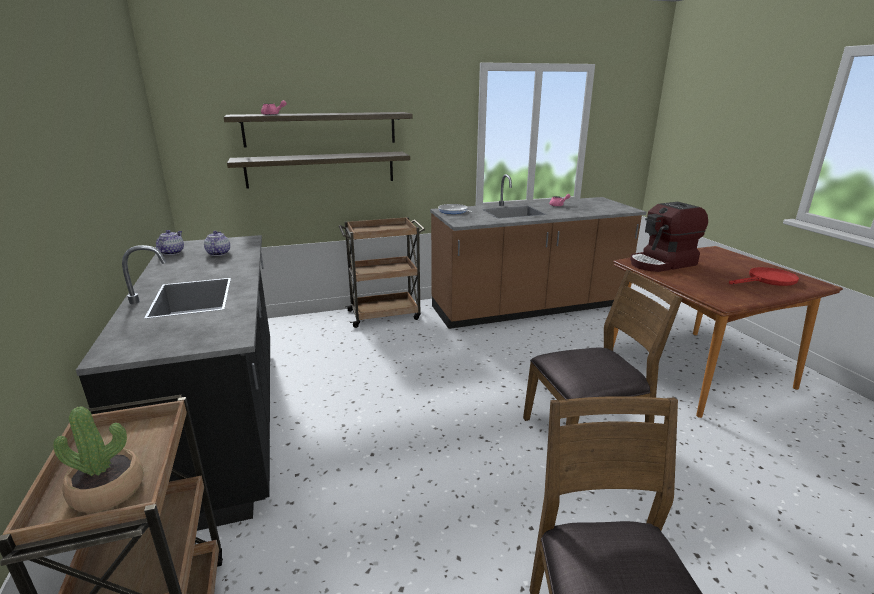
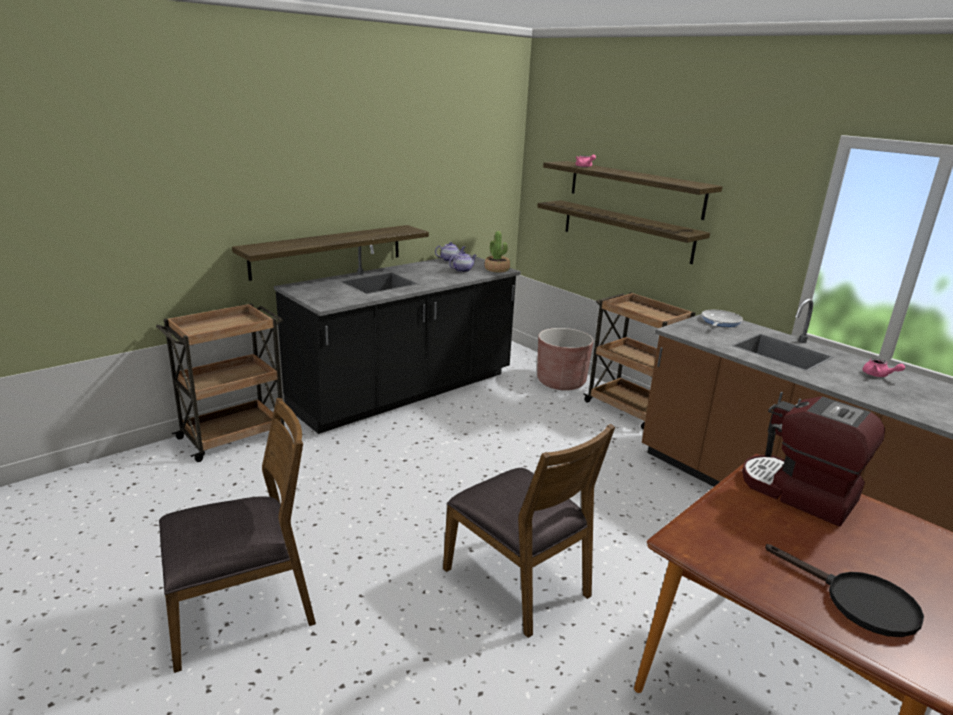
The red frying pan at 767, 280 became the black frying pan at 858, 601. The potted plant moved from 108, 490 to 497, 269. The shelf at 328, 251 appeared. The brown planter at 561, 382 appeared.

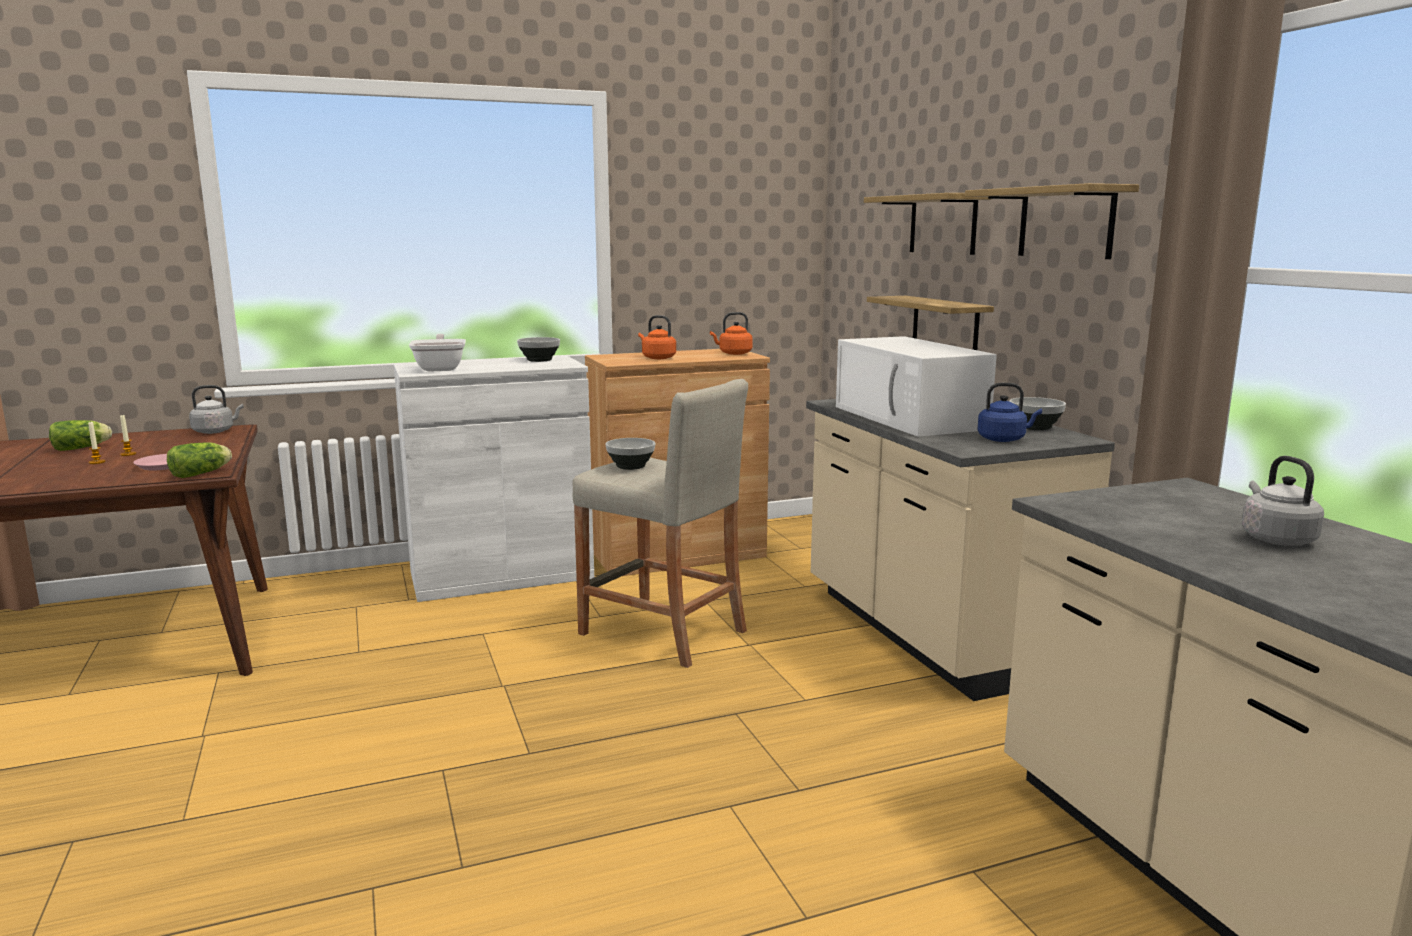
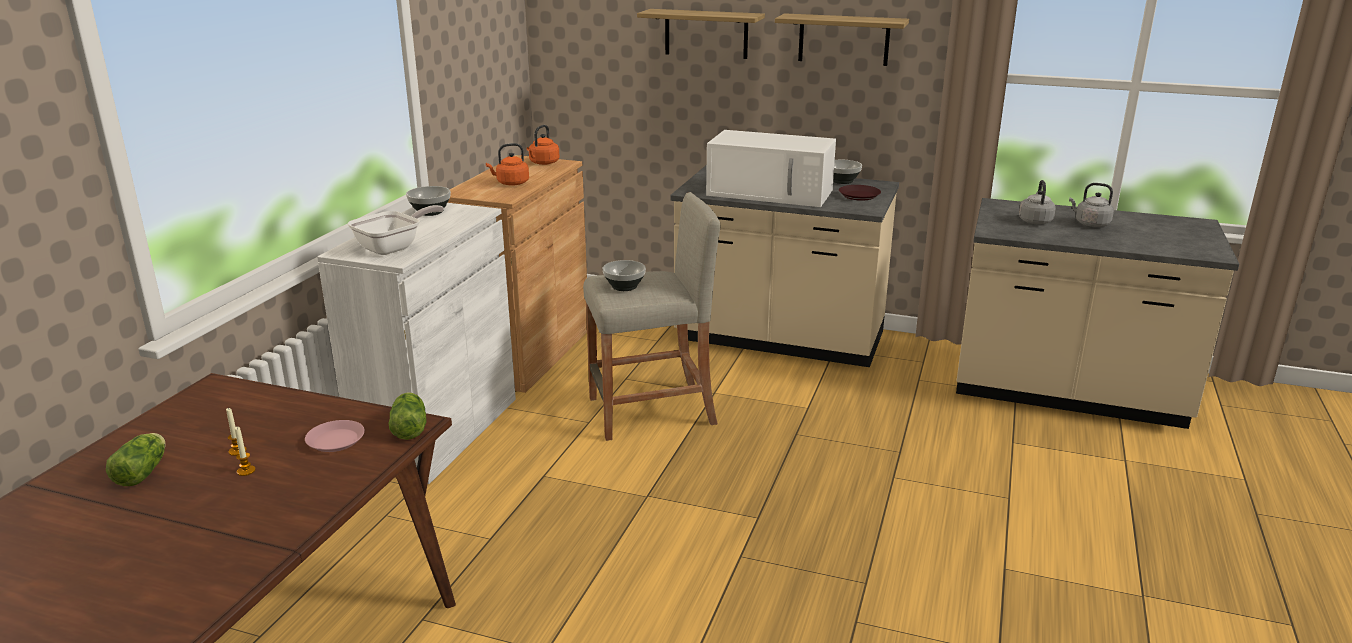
The shelf at 945, 328 disappeared. The frying pan at 440, 368 turned 105 degrees clockwise. The blue kettle at 1004, 439 was replaced by the brown plate at 859, 196. The grey kettle moved from 216, 431 to 1035, 221.

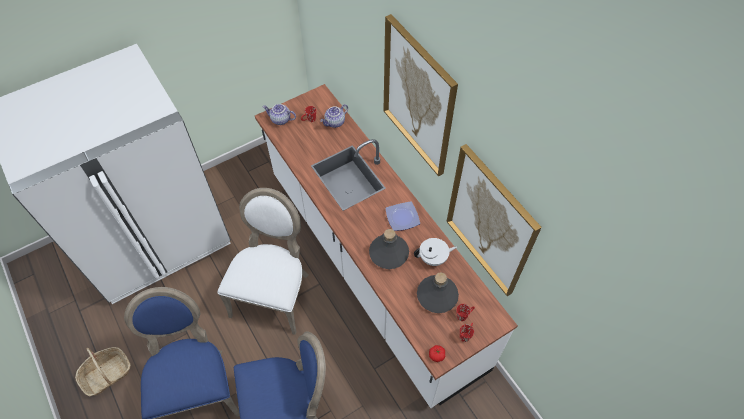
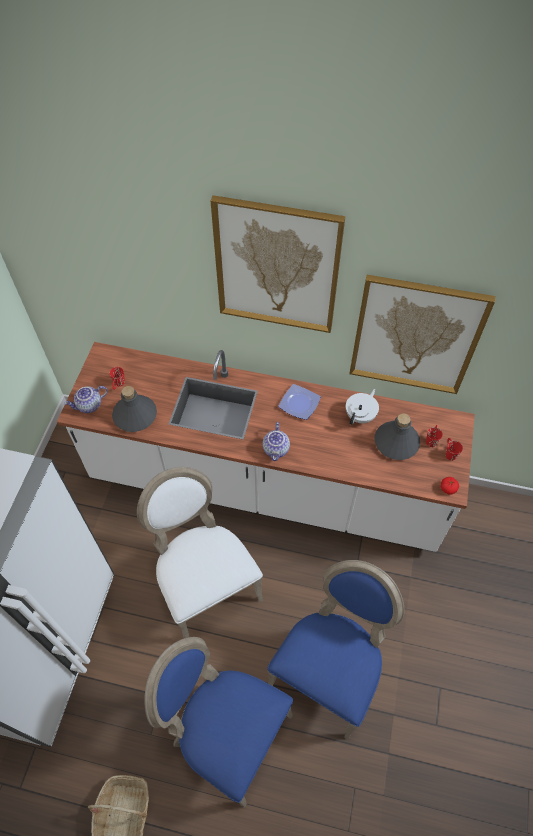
The teapot moved from 335, 123 to 276, 449. The grey bottle moved from 388, 253 to 135, 416.

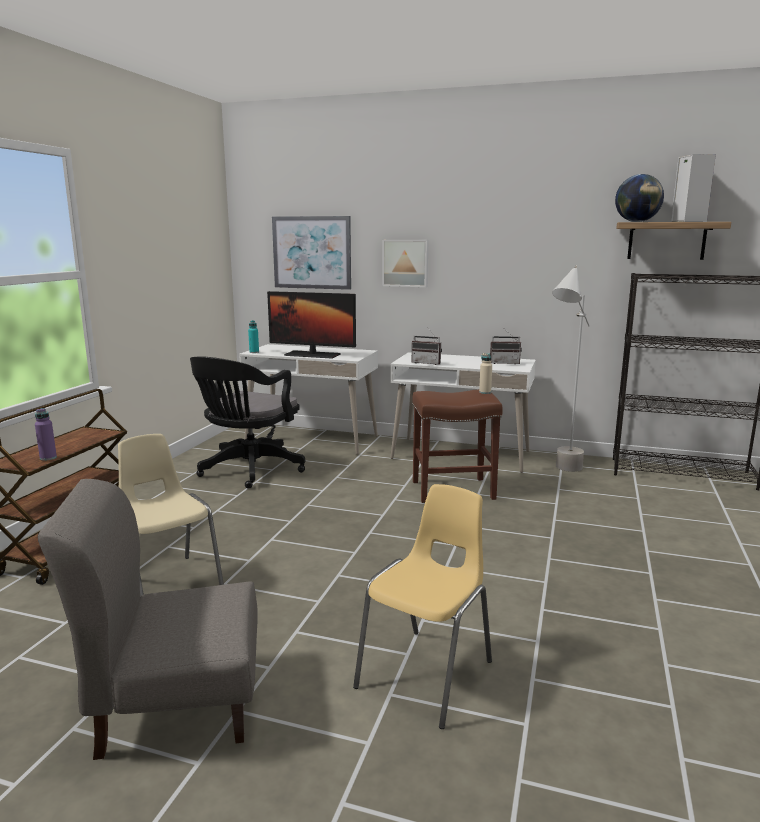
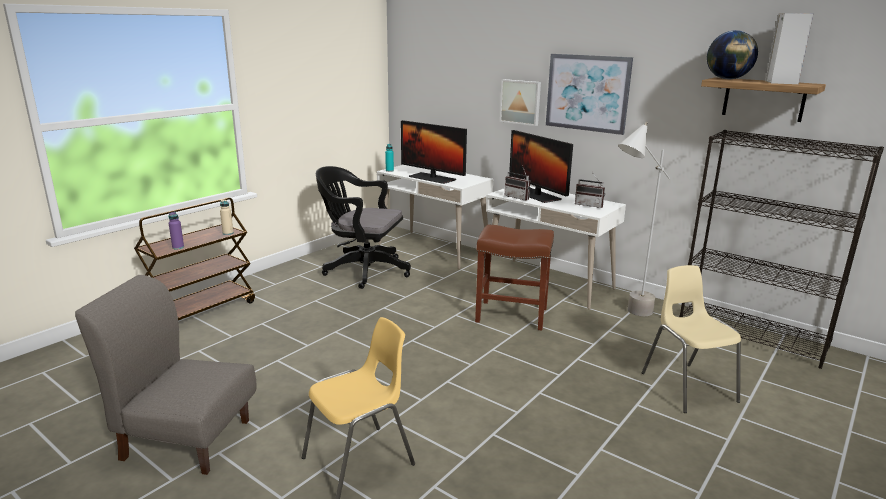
The picture moved from 312, 252 to 587, 93. The beige bottle moved from 485, 392 to 228, 233. The black office chair at 248, 470 turned 60 degrees clockwise. The beige chair moved from 169, 584 to 687, 387. The monitor at 536, 195 appeared.

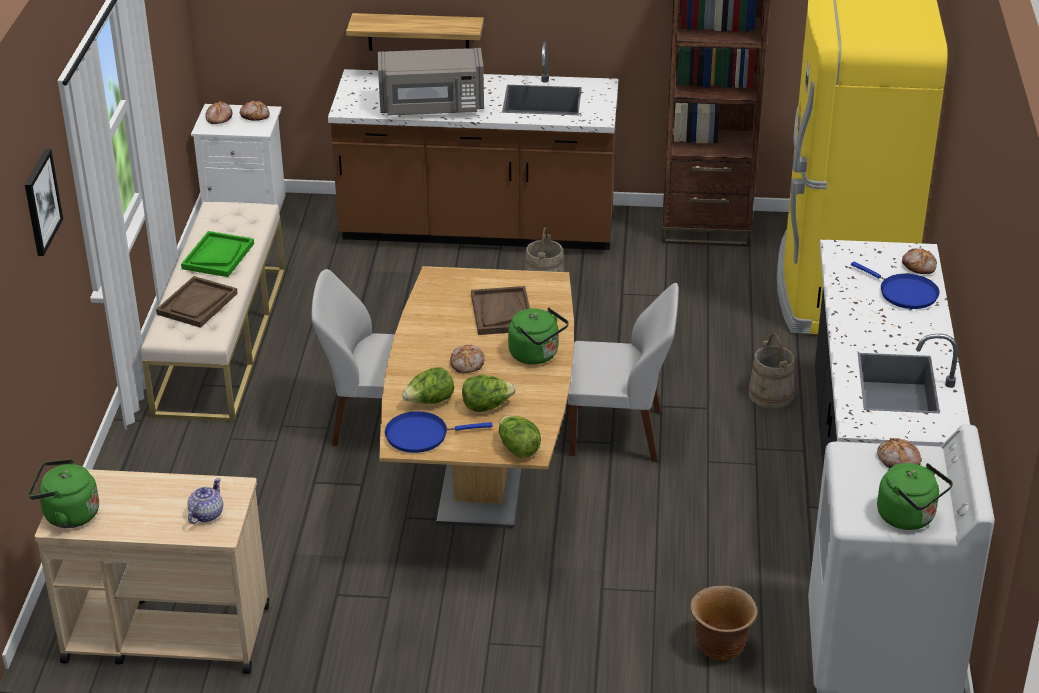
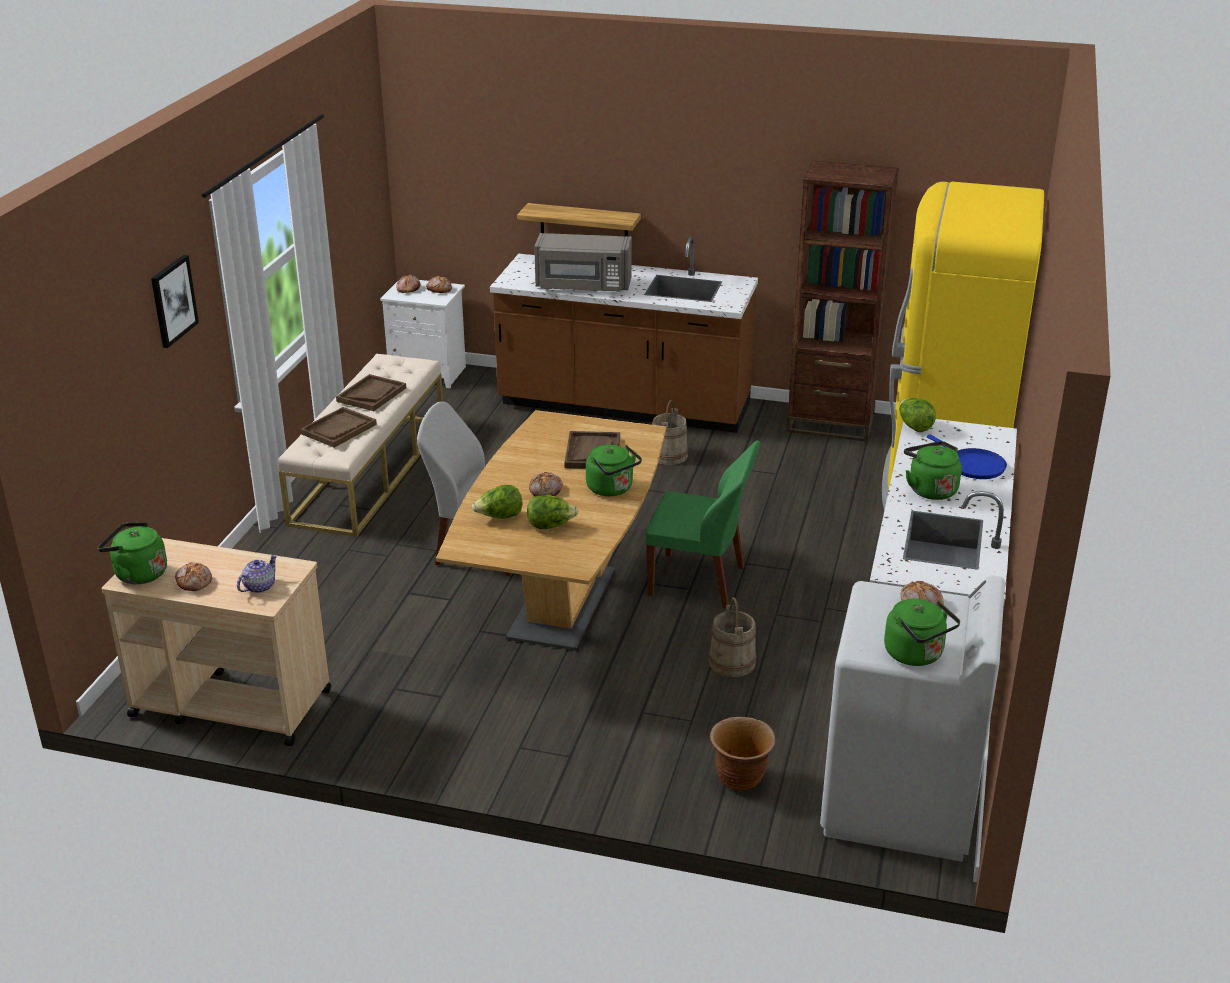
The green tray at 218, 256 became the brown tray at 371, 394. The bread moved from 919, 266 to 195, 582. The white chair at 619, 433 became the green chair at 699, 582. The beige bucket moved from 771, 395 to 732, 662. The blue frying pan at 421, 435 disappeared. The lettuce moved from 518, 449 to 914, 427. The green kettle at 930, 489 appeared.

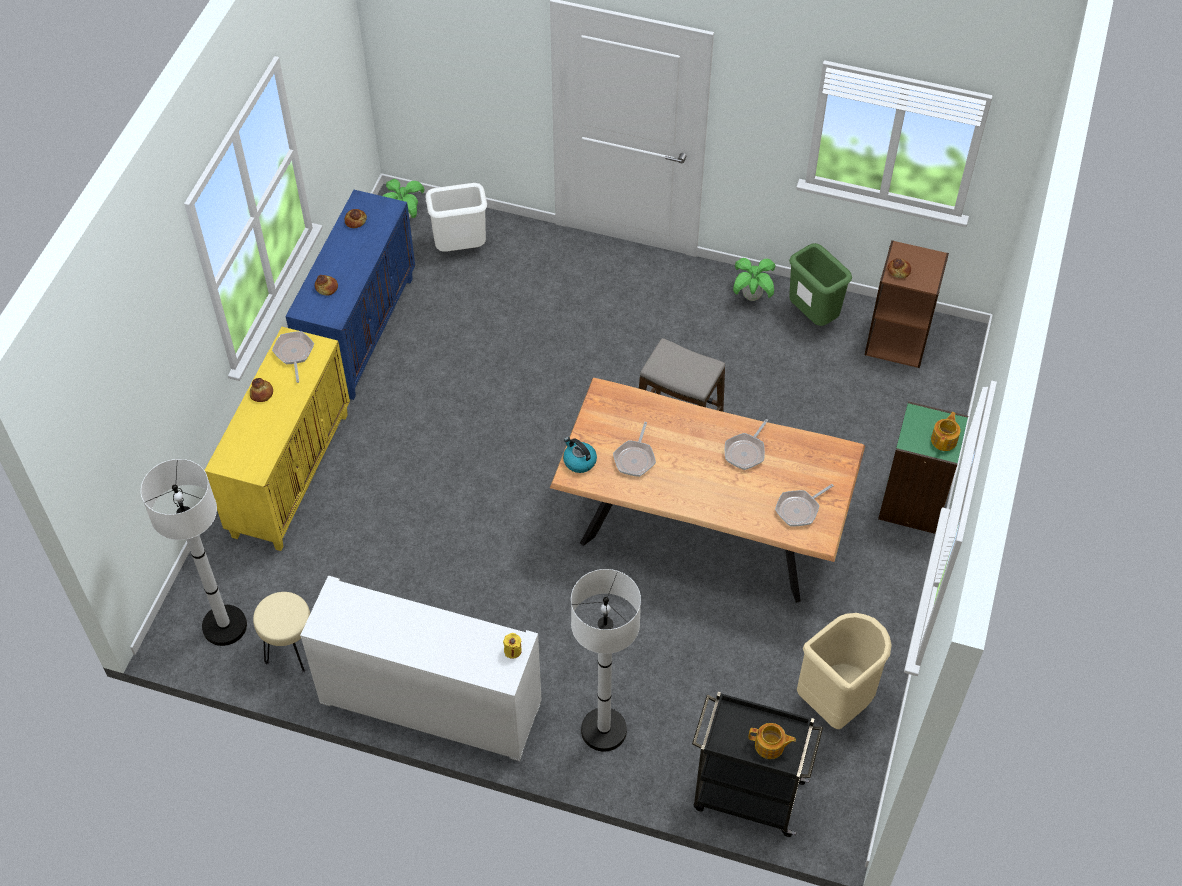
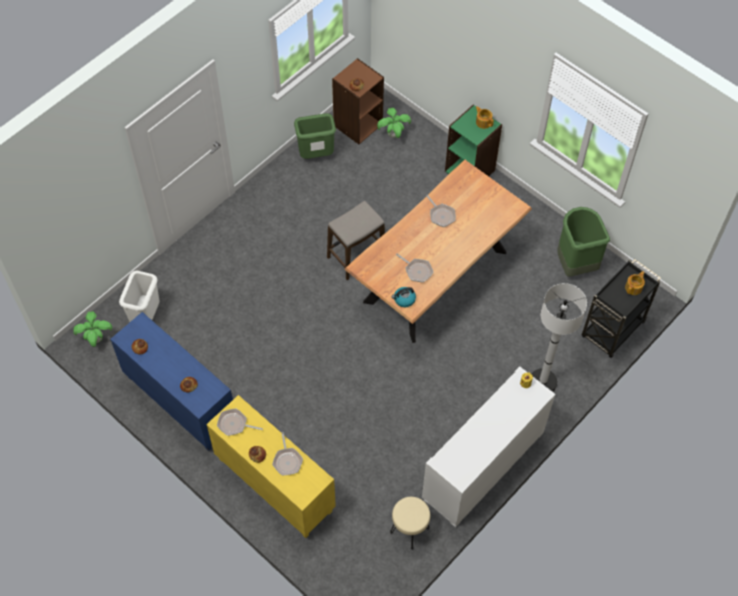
The potted plant moved from 751, 296 to 393, 134. The white floor lamp at 225, 626 disappeared. The frying pan moved from 799, 509 to 287, 460. The beige trash can at 835, 700 became the green trash can at 574, 264.

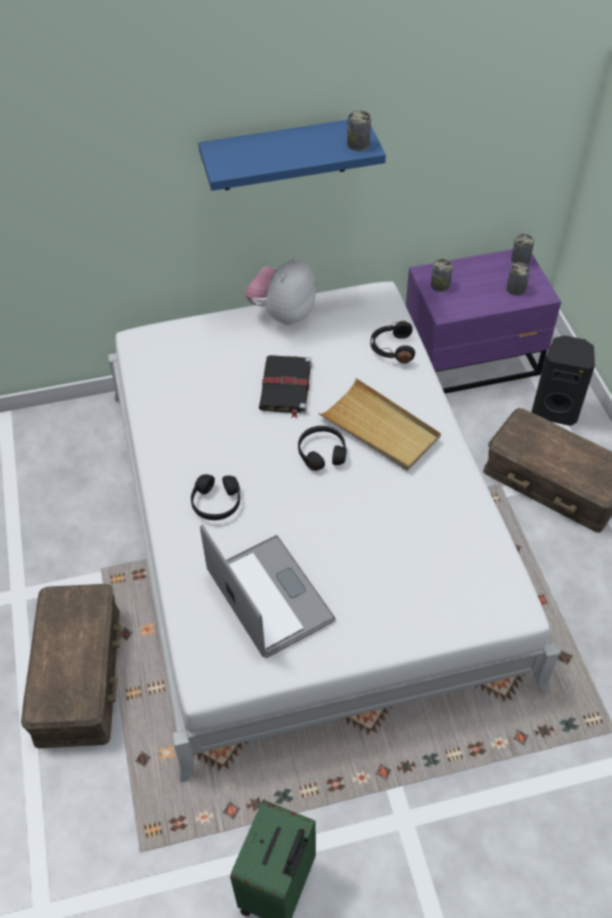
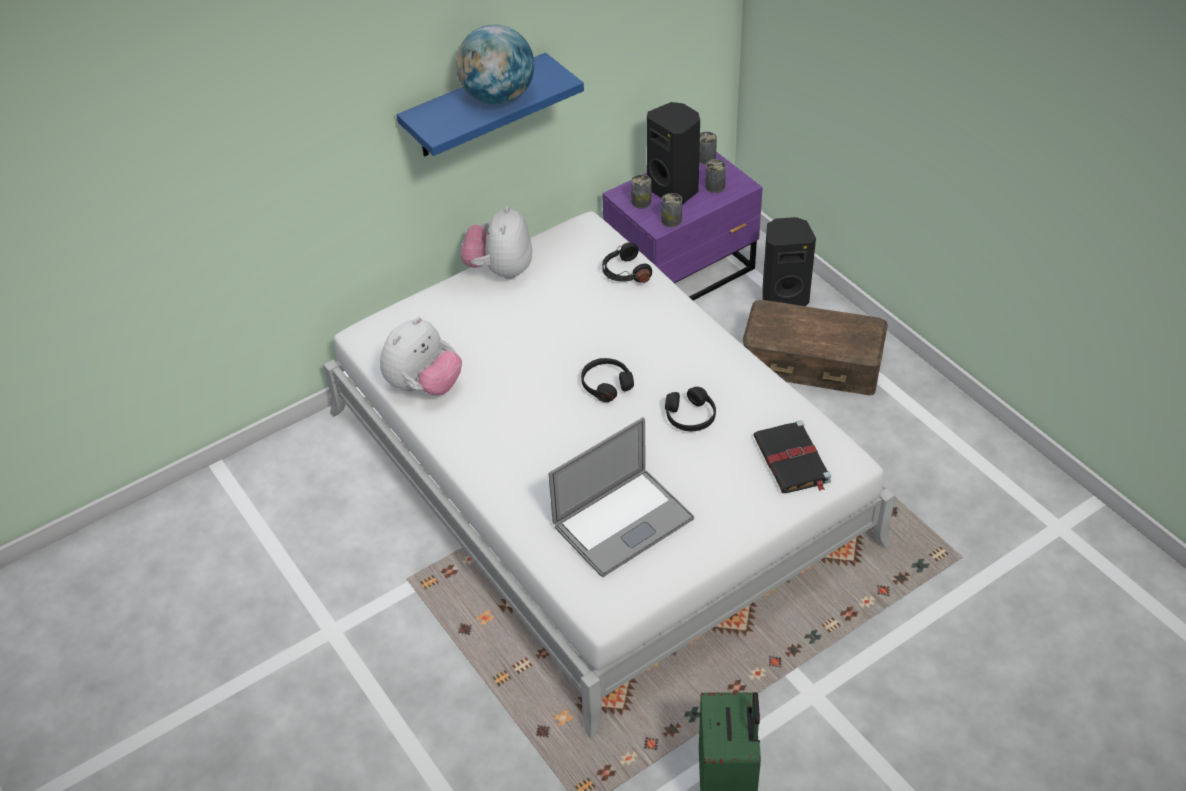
The can moved from 358, 144 to 671, 220. The black book moved from 285, 387 to 792, 461. The beige tray at 380, 428 disappeared. The black headphones moved from 216, 502 to 690, 416. The laptop at 269, 596 turned 105 degrees clockwise. The brown storage box at 80, 674 disappeared. The globe at 498, 97 appeared. The black speaker at 674, 190 appeared. The plush toy at 424, 386 appeared.

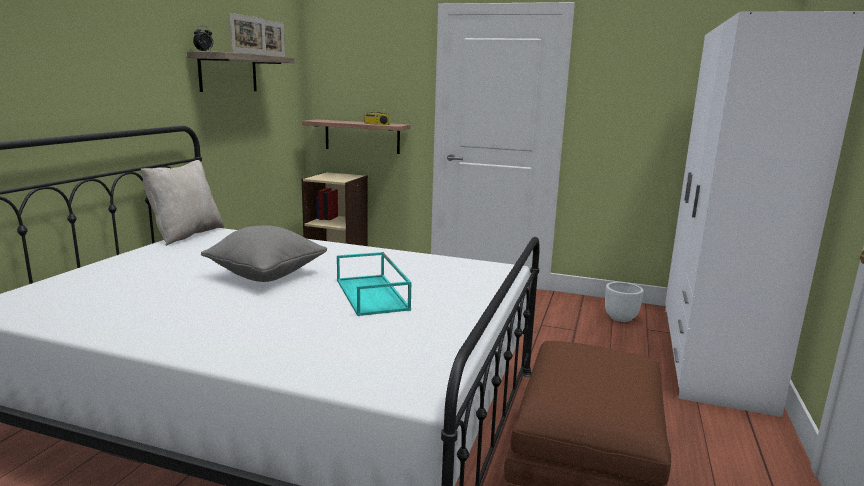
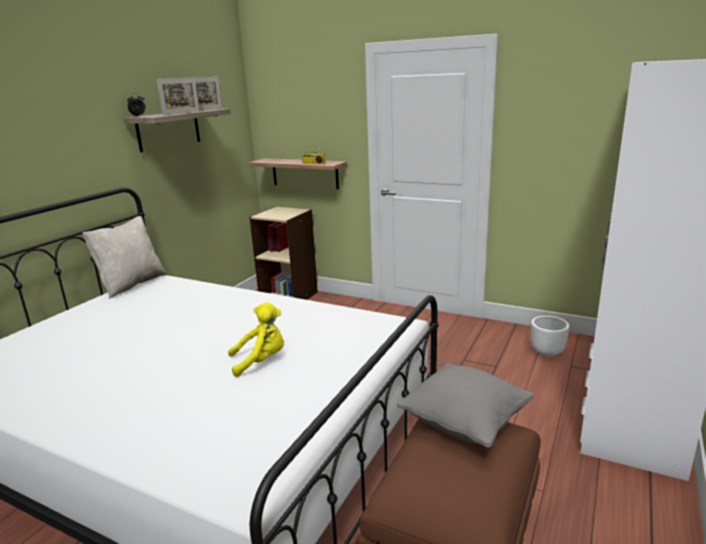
The grey pillow moved from 266, 275 to 464, 424. The turquoise tray at 373, 295 was replaced by the yellow plush toy at 261, 361.

